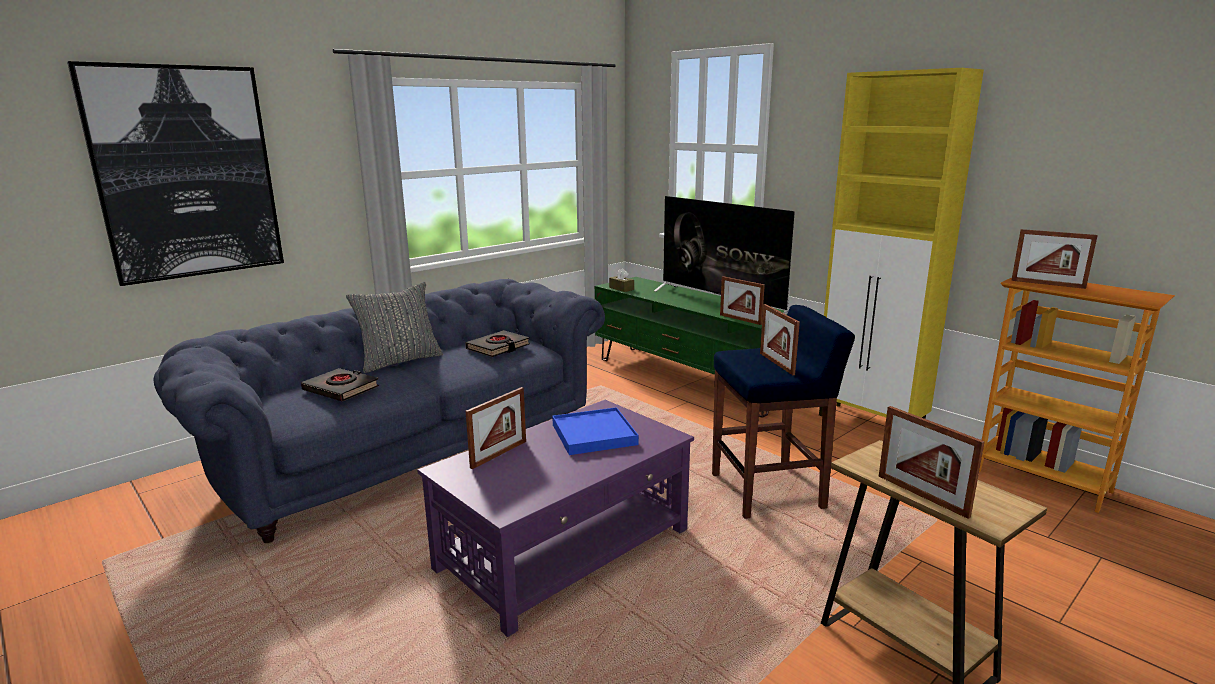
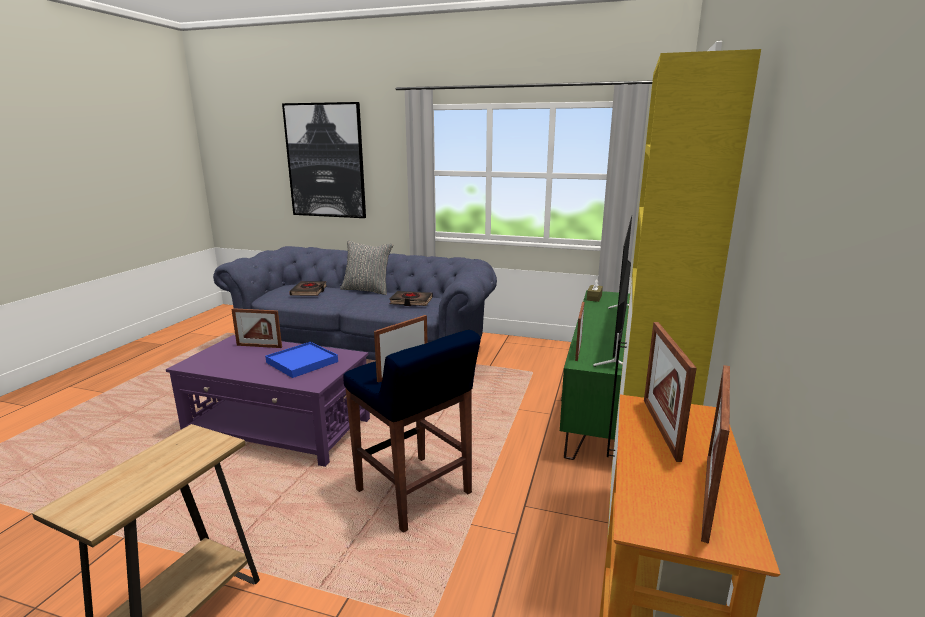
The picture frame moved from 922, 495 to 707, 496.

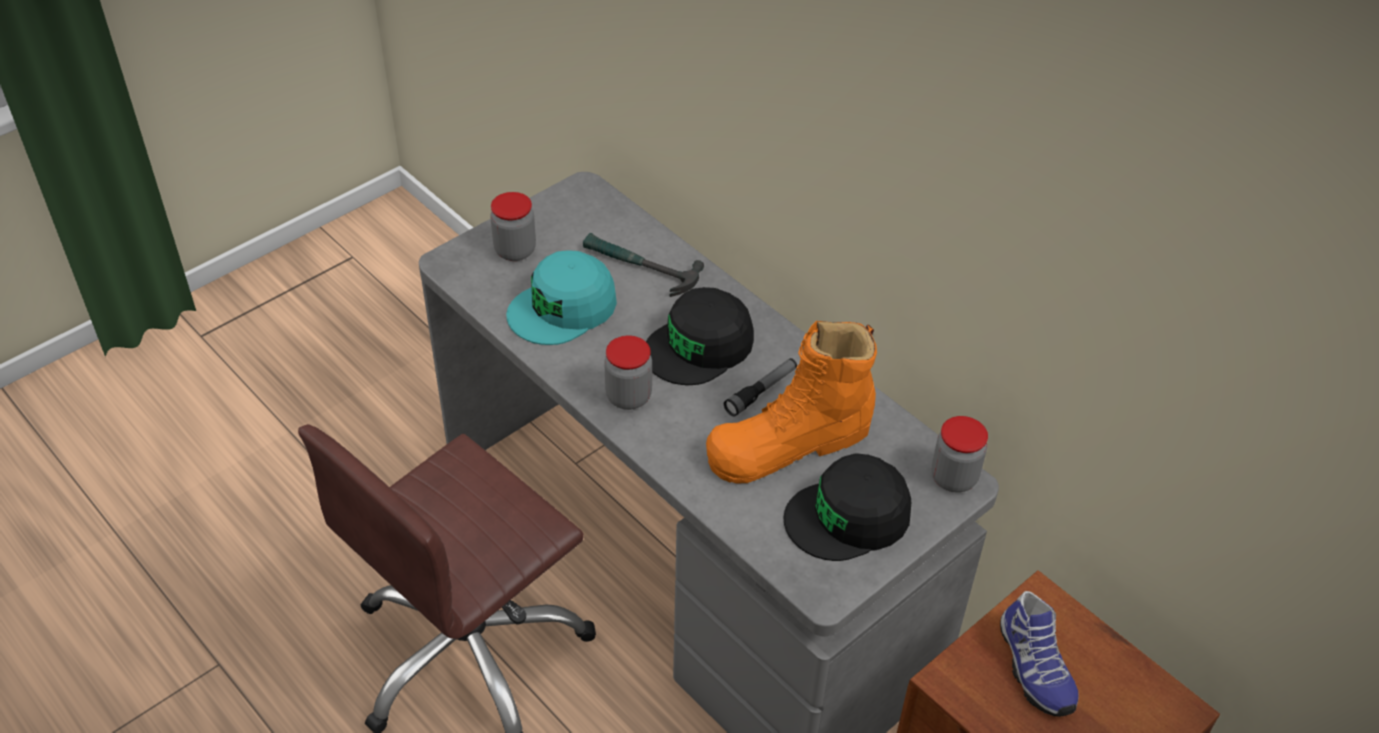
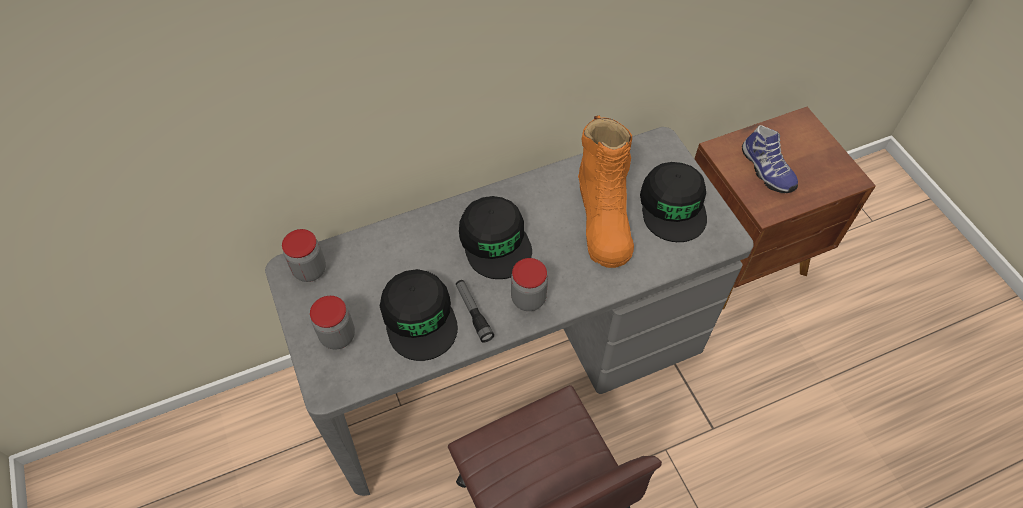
The hammer at 639, 267 disappeared. The turquoise cap at 563, 308 became the black cap at 419, 317. The flashlight moved from 761, 391 to 473, 313. The jar moved from 954, 478 to 310, 270. The shoe at 1032, 667 turned 60 degrees clockwise.

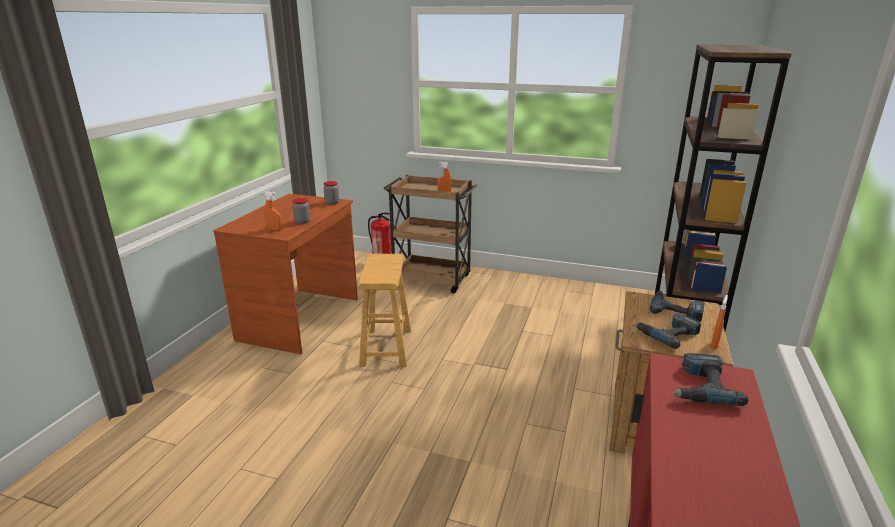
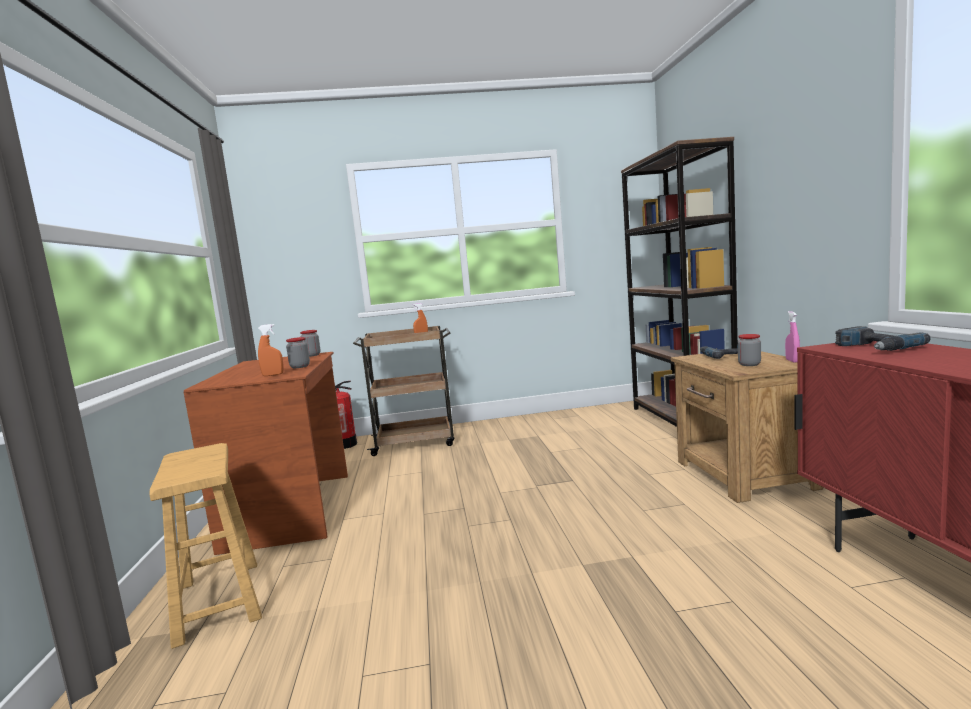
The brown stool moved from 386, 347 to 219, 601. The orange spray bottle at 714, 344 became the pink spray bottle at 792, 361. The power drill at 667, 333 was replaced by the jar at 749, 364.

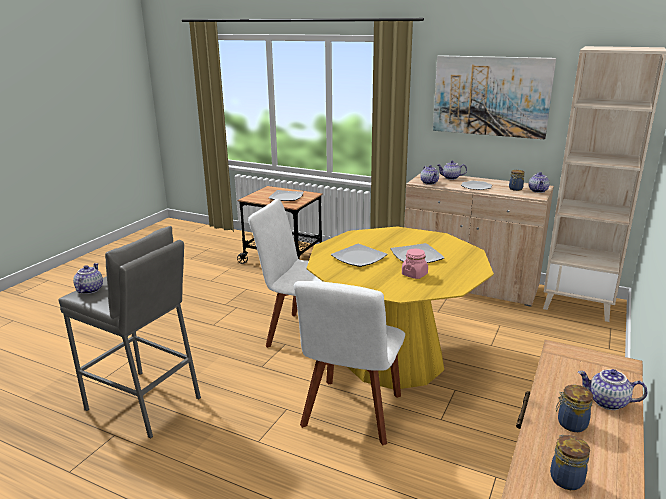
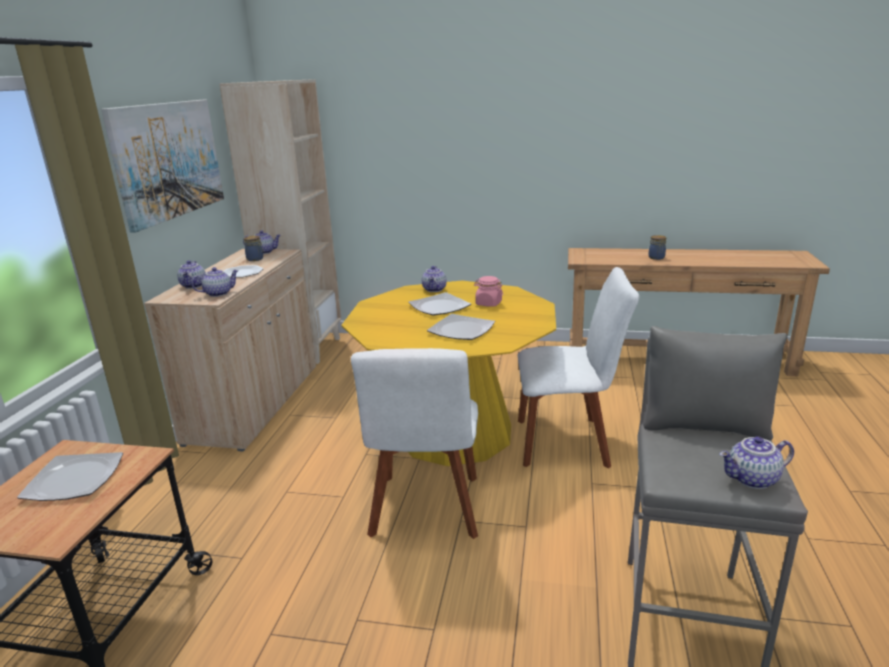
The teapot moved from 607, 402 to 435, 289. The jar at 565, 478 disappeared.

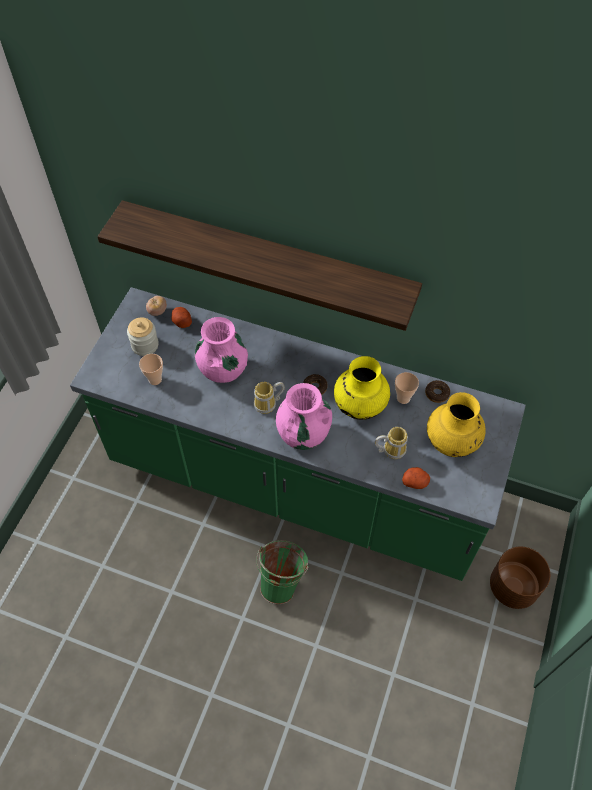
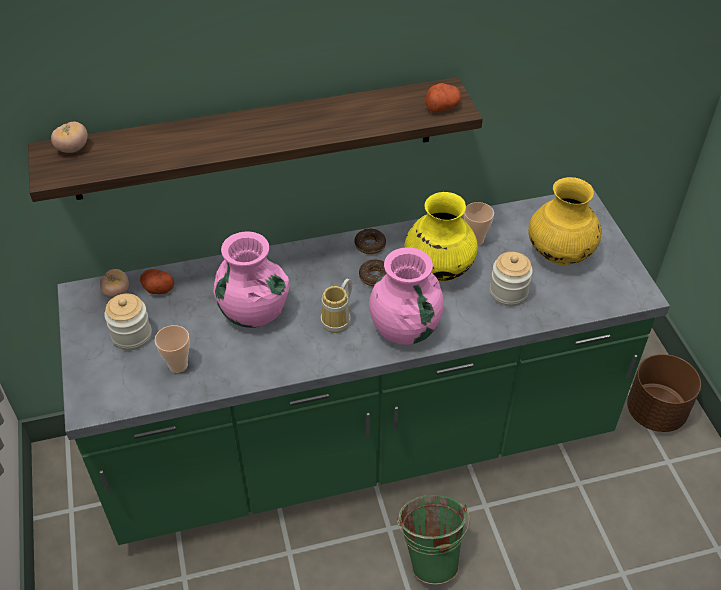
The donut moved from 437, 393 to 370, 245. The mug at 390, 449 was replaced by the jar at 508, 293. The potato moved from 415, 481 to 442, 106. The tomato at 72, 149 appeared.

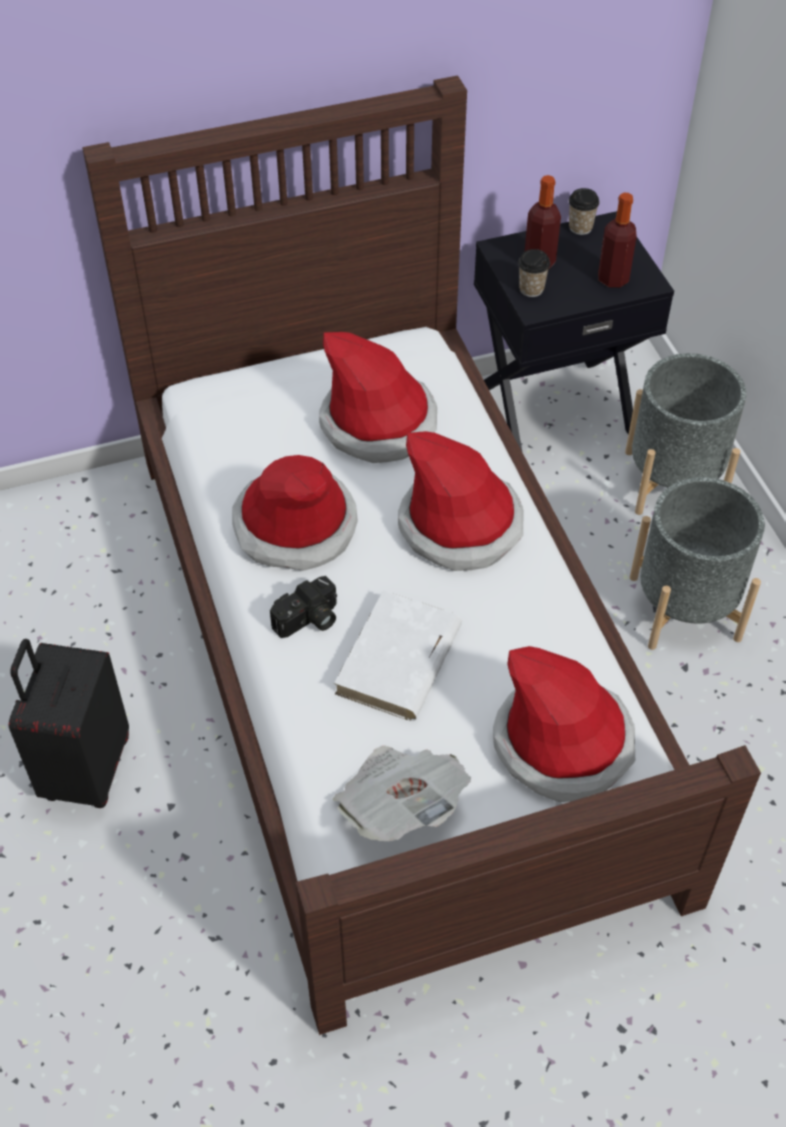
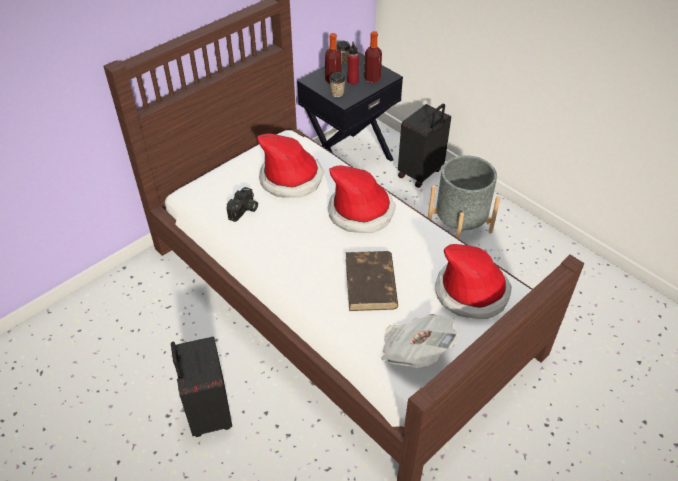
The grey planter at 673, 481 was replaced by the black suitcase at 421, 173. The hat at 295, 525 disappeared. The photo camera moved from 309, 621 to 244, 211. The white book at 398, 661 became the brown book at 371, 284. The red bottle at 353, 81 appeared.

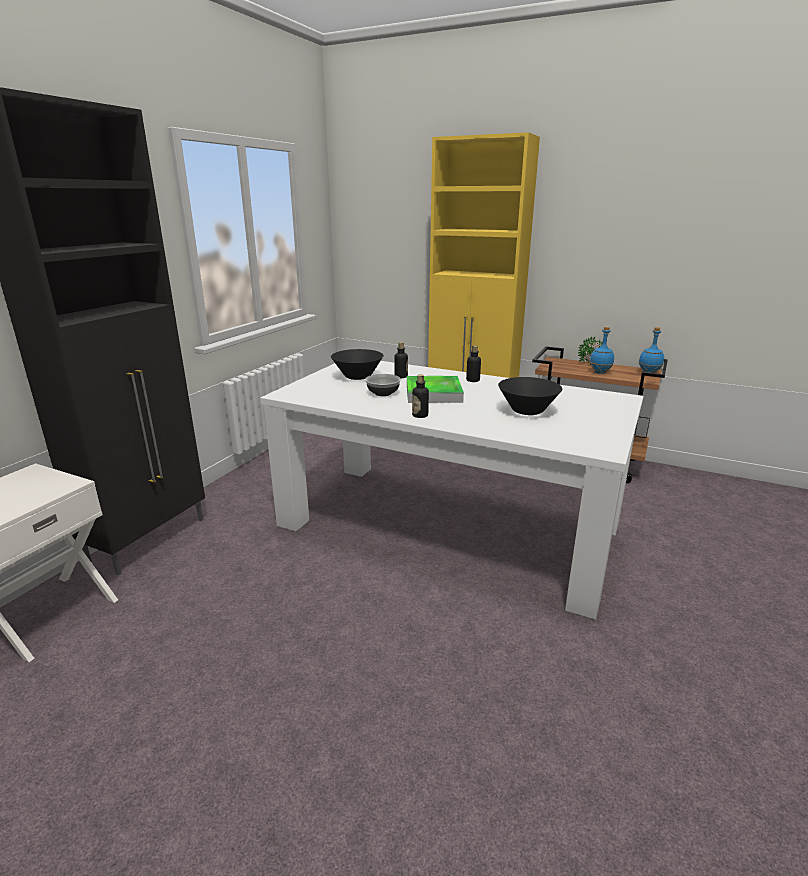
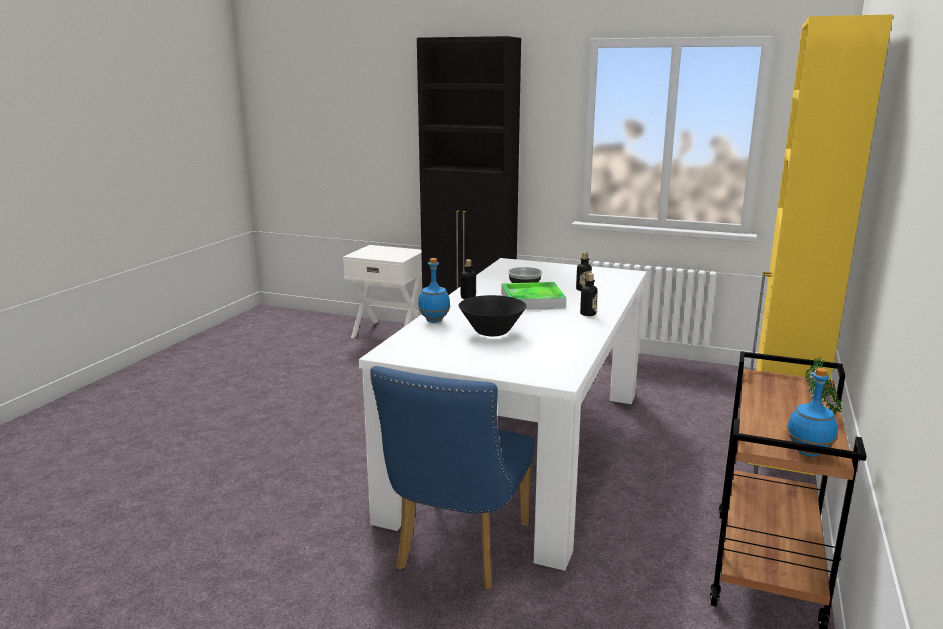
The blue bottle moved from 600, 372 to 434, 321. The black bowl at 358, 376 disappeared. The blue chair at 457, 551 appeared.

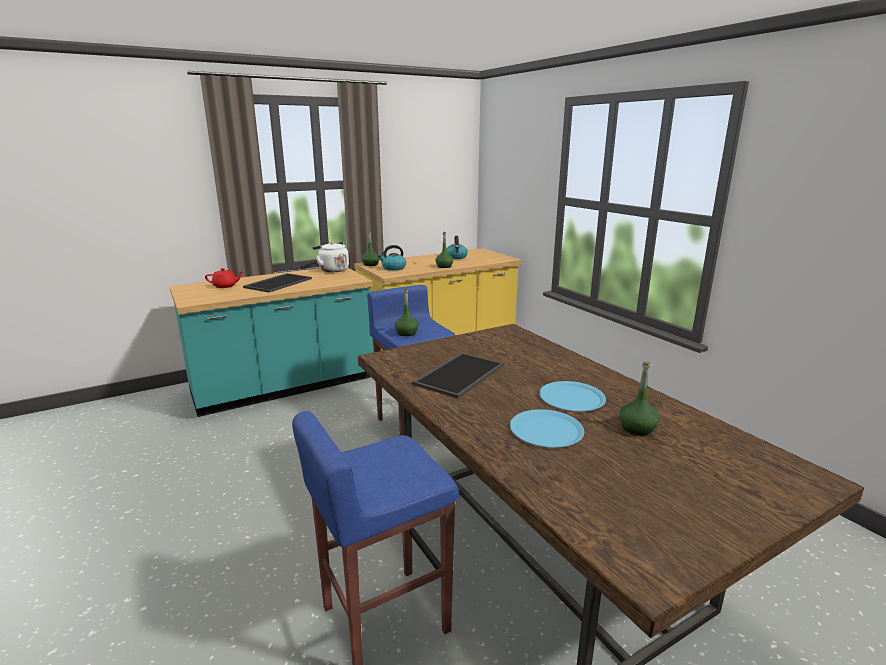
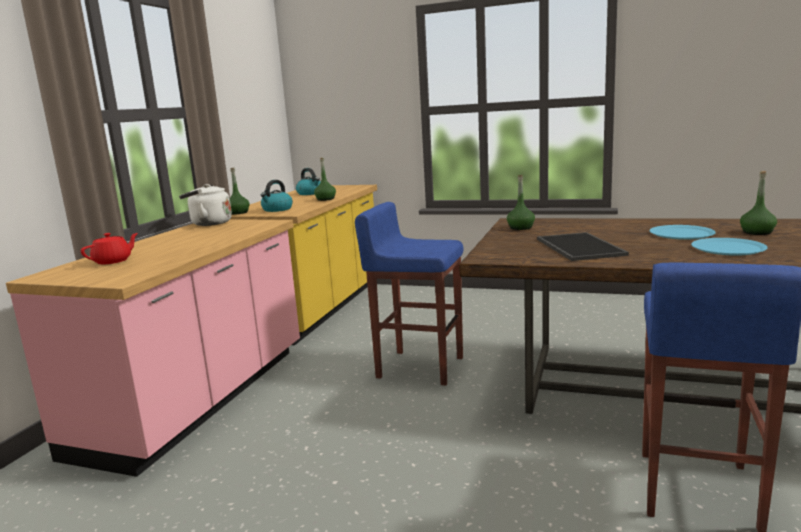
The turquoise counter at 284, 386 became the pink counter at 199, 399. The tray at 278, 283 disappeared. The green bottle moved from 406, 333 to 520, 228.

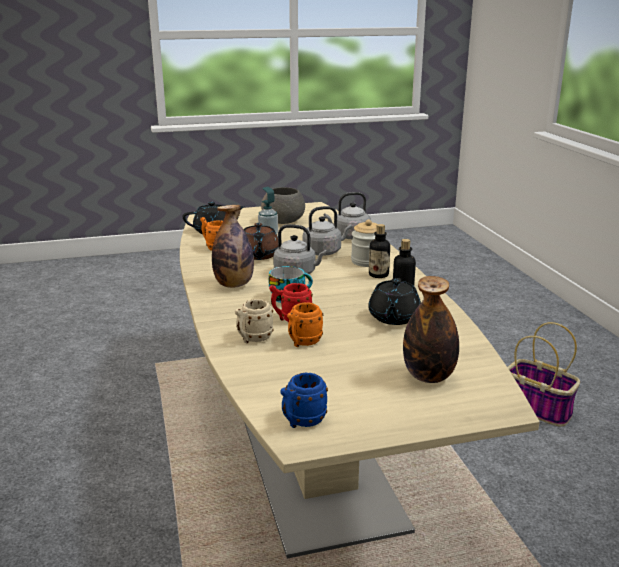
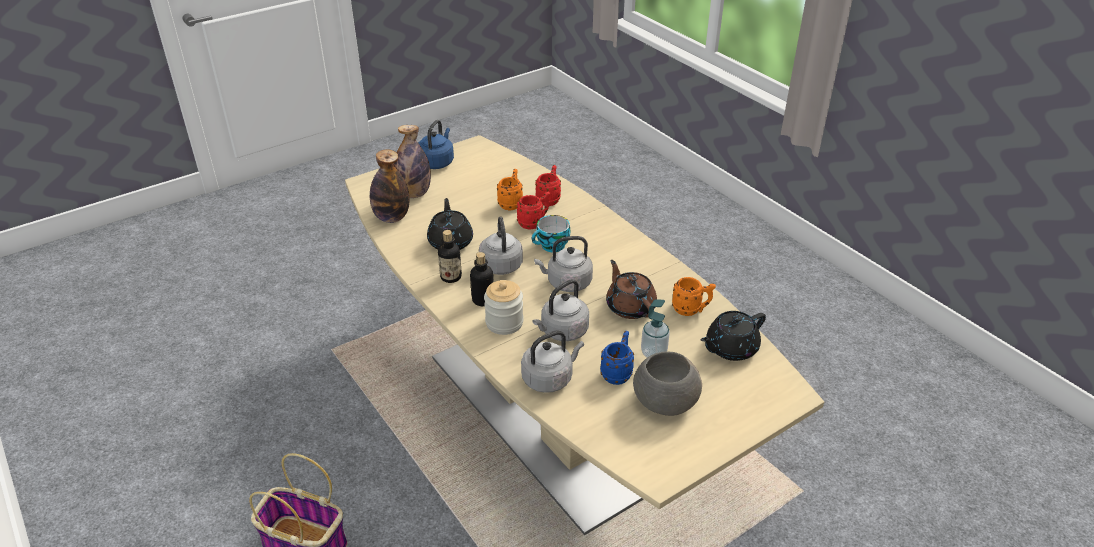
The bottle moved from 234, 285 to 391, 217. The beige mug at 253, 339 became the red mug at 549, 199. The blue mug moved from 301, 422 to 618, 372. The blue kettle at 437, 162 appeared. The grey kettle at 501, 264 appeared.

